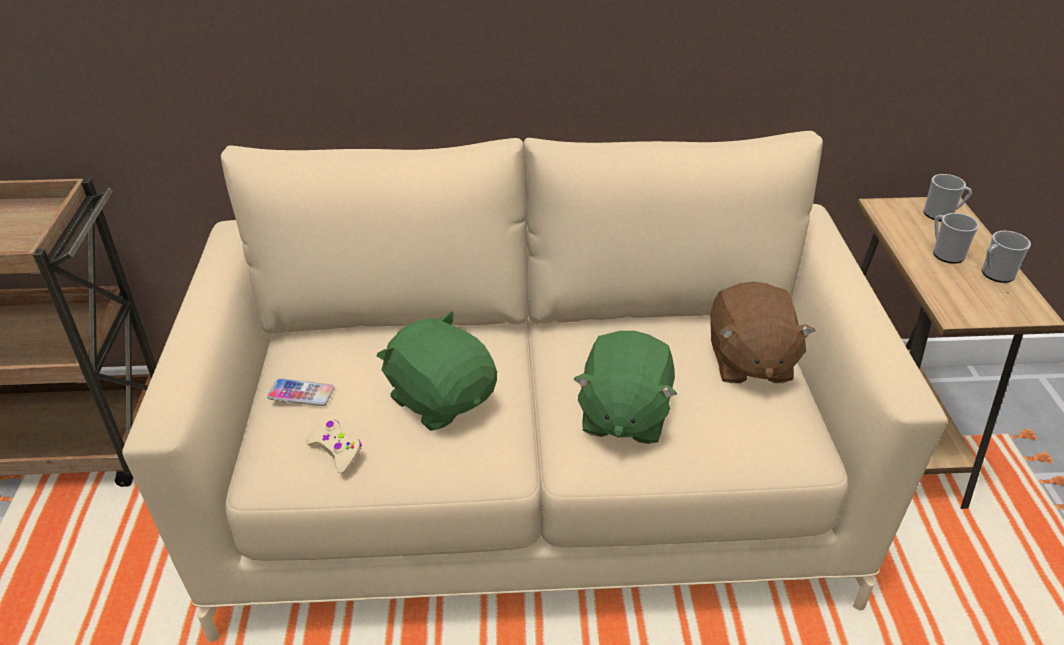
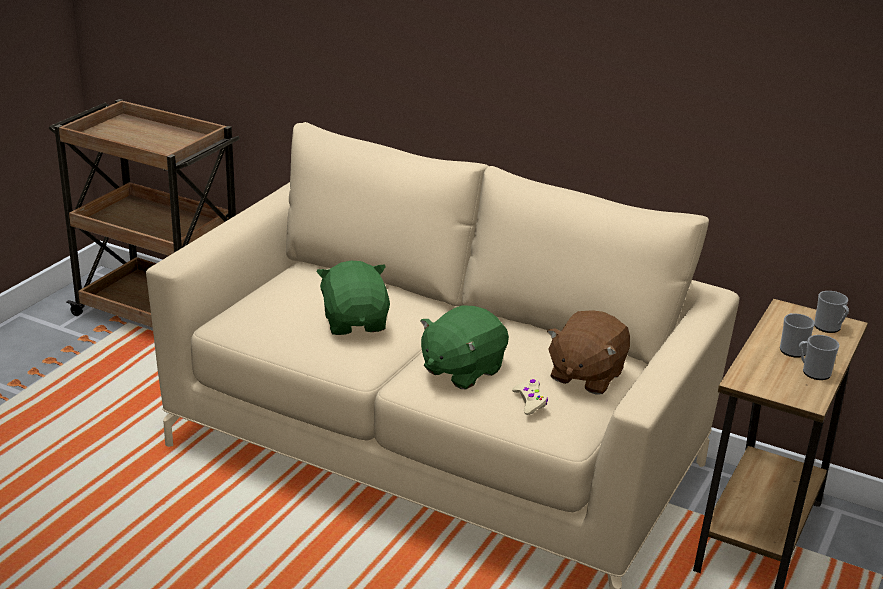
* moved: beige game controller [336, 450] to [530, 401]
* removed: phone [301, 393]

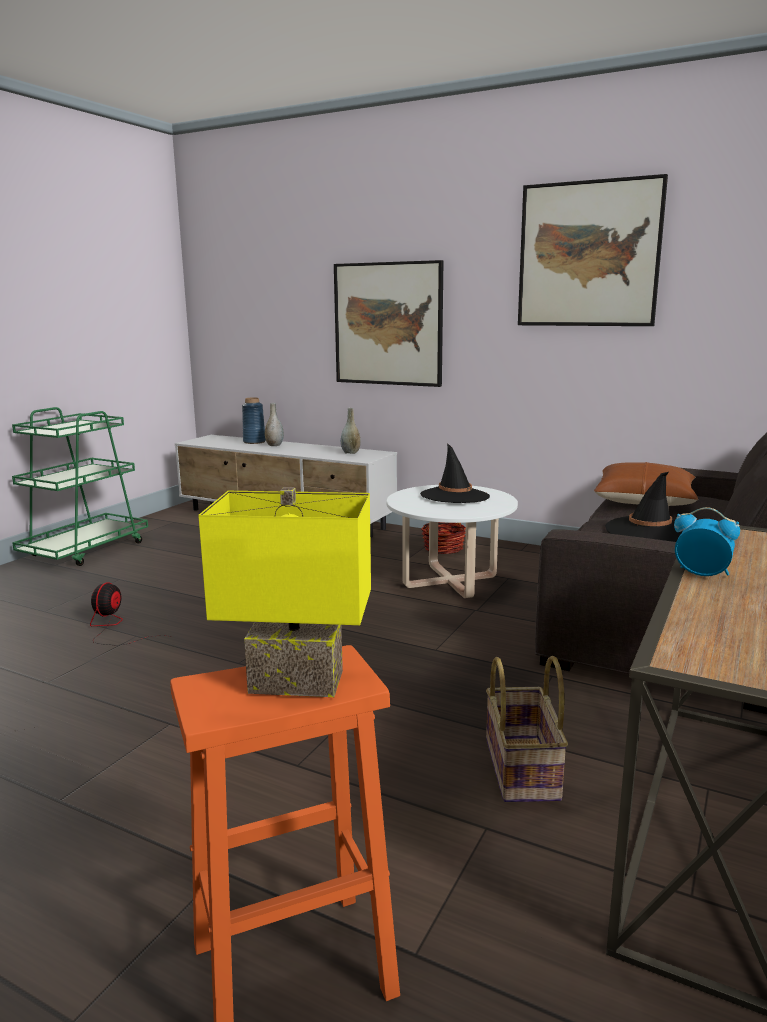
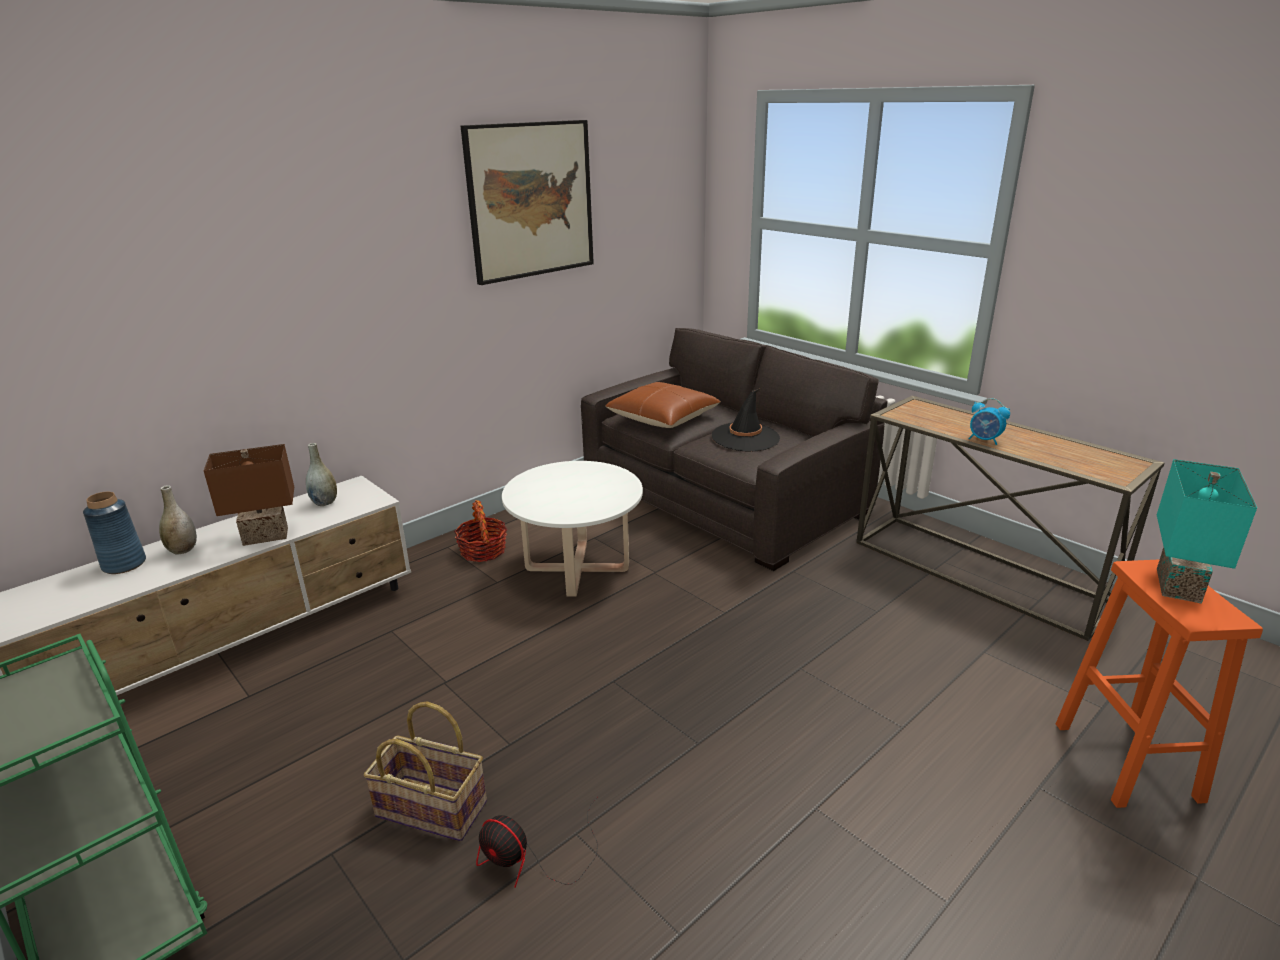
* added: brown table lamp [264, 537]
* moved: basket [523, 769] to [433, 808]
* turned: alarm clock [701, 574] = [984, 440] 105 degrees counterclockwise
* recoloured: yellow table lamp [299, 679] to turquoise table lamp [1174, 584]
* removed: picture [388, 324]
* removed: black hat [455, 496]

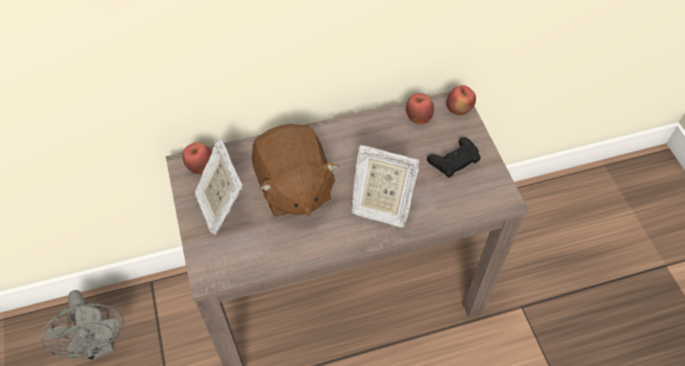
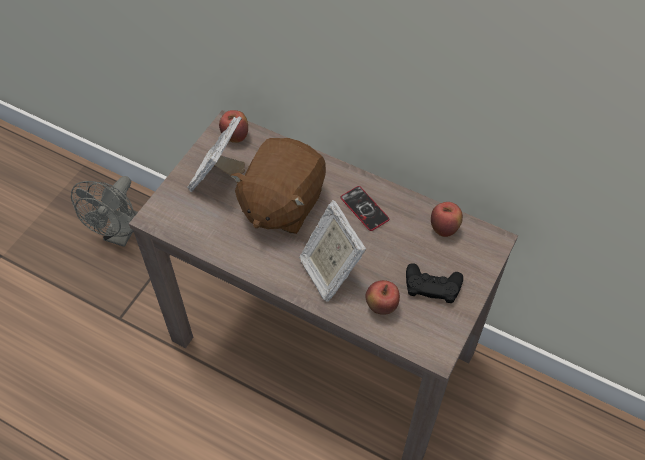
* added: phone [364, 209]
* moved: apple [458, 110] to [381, 306]

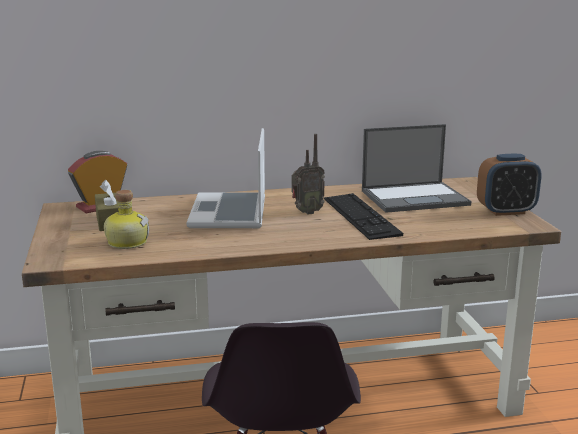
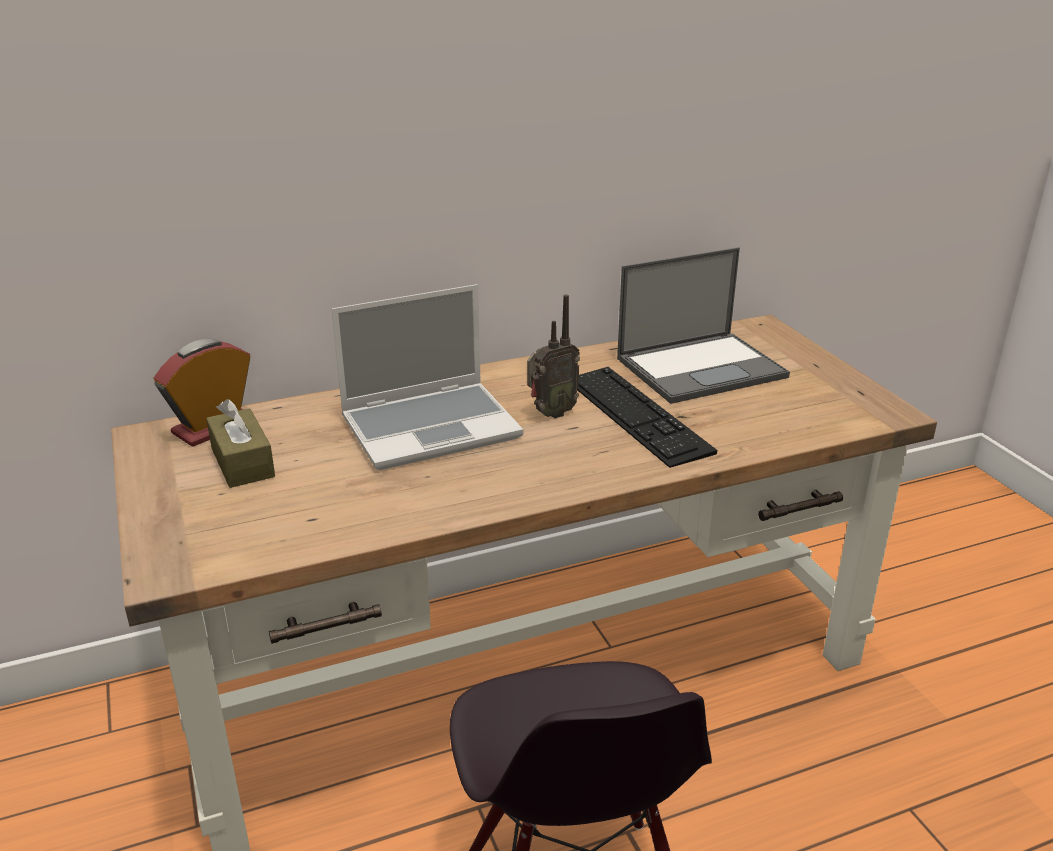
* turned: laptop [230, 213] = [432, 427] 105 degrees counterclockwise
* removed: bottle [127, 242]
* removed: alarm clock [506, 211]

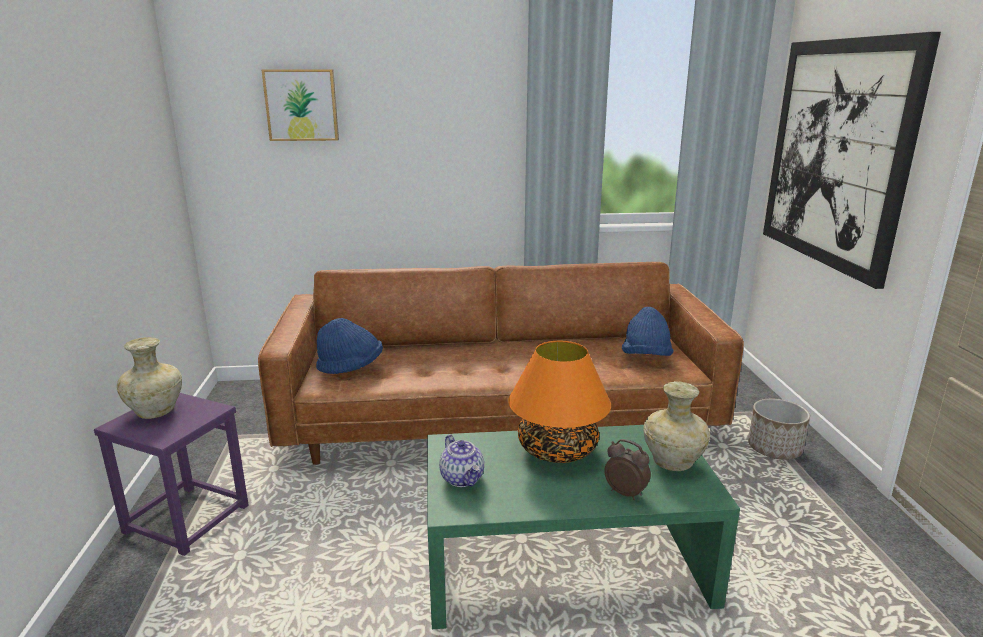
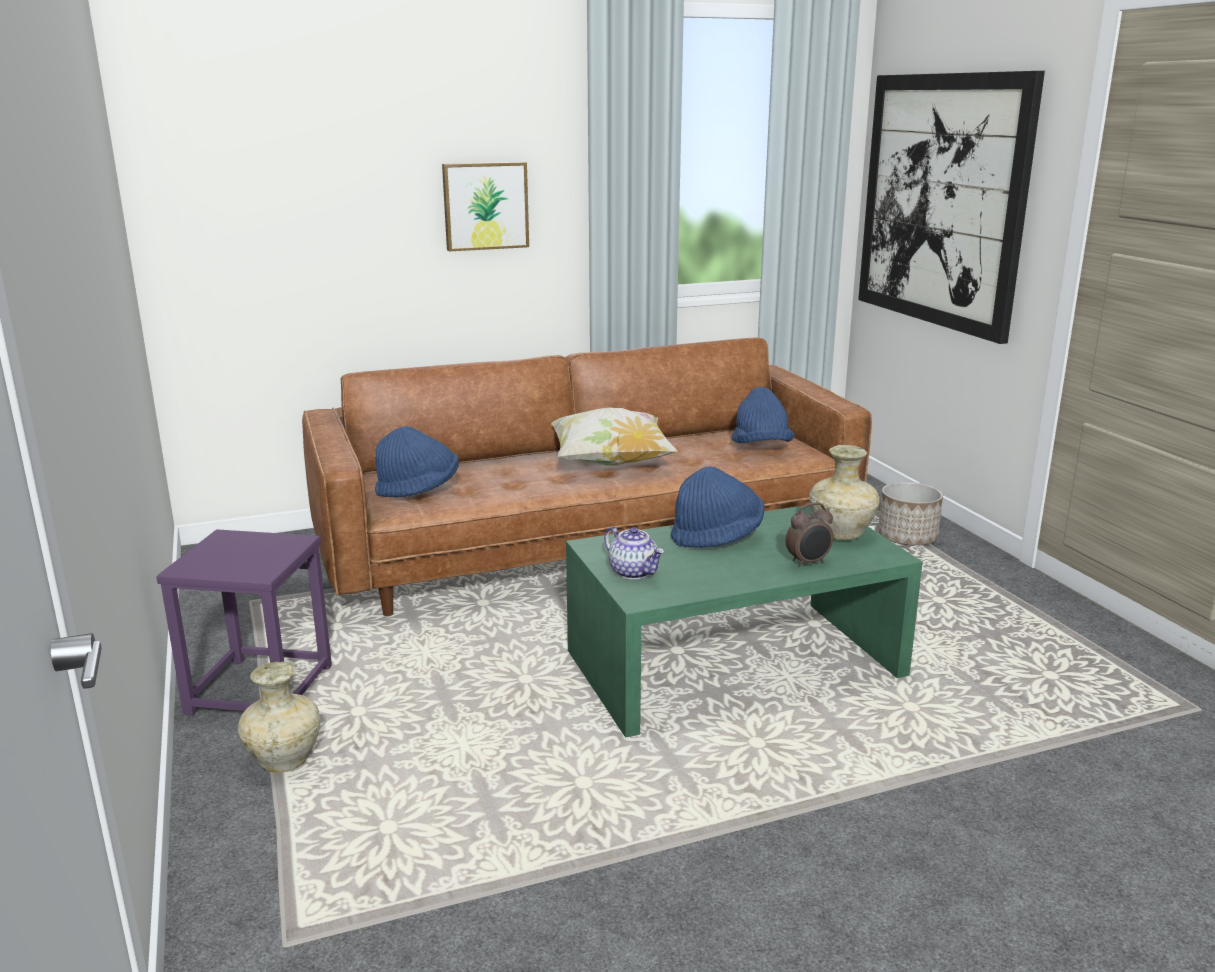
* moved: beige vase [156, 411] to [285, 760]
* moved: picture [302, 105] to [485, 206]
* added: pillow [610, 463]
* replaced: orange table lamp [556, 449] to blue hat [717, 537]
* turned: alarm clock [625, 493] = [808, 563] 135 degrees clockwise

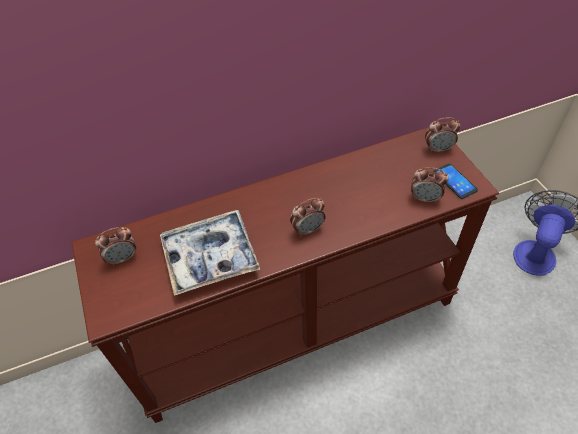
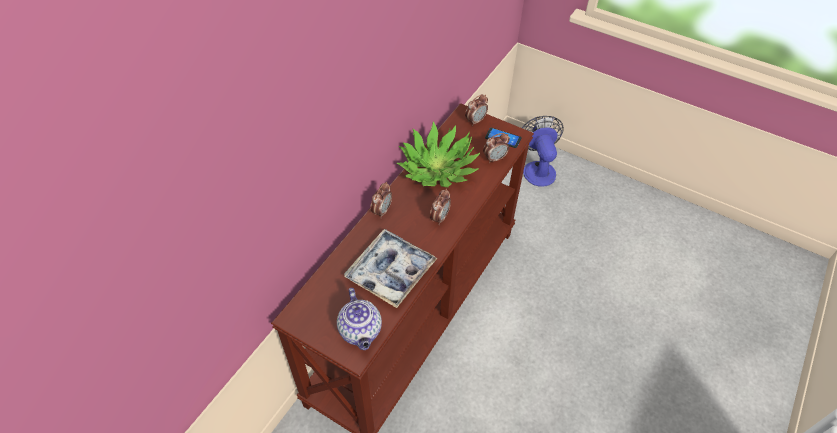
* added: teapot [361, 331]
* moved: alarm clock [123, 258] to [381, 211]
* added: potted plant [437, 168]

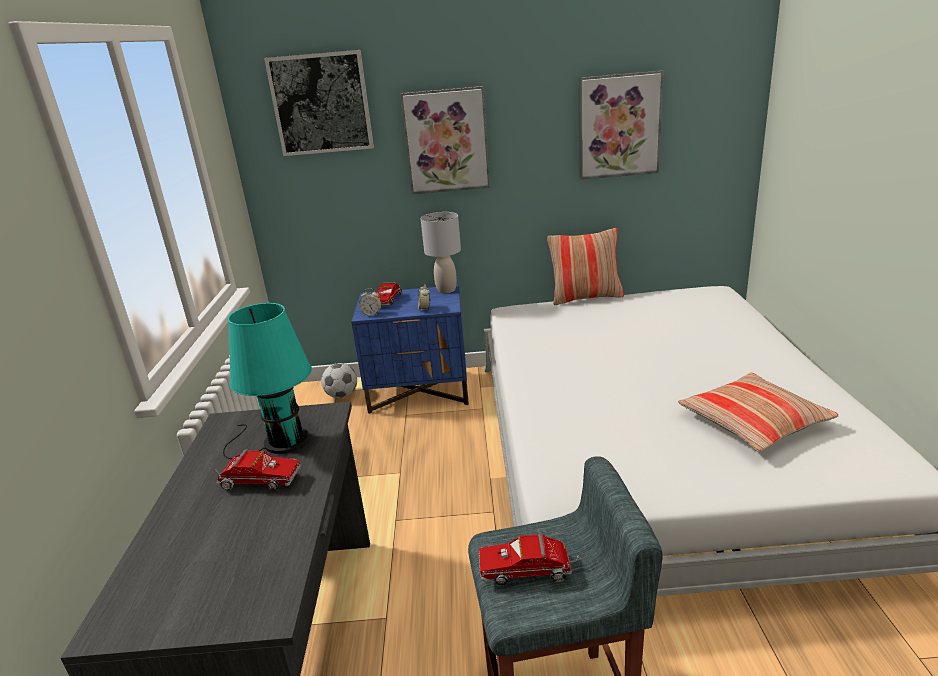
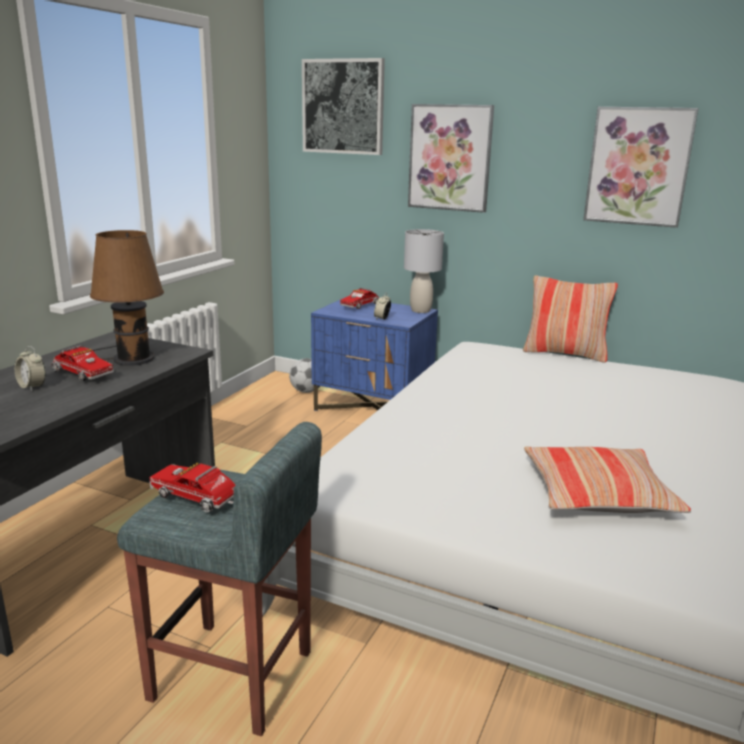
* moved: alarm clock [372, 314] to [32, 387]
* recoloured: turquoise table lamp [281, 441] to brown table lamp [130, 358]

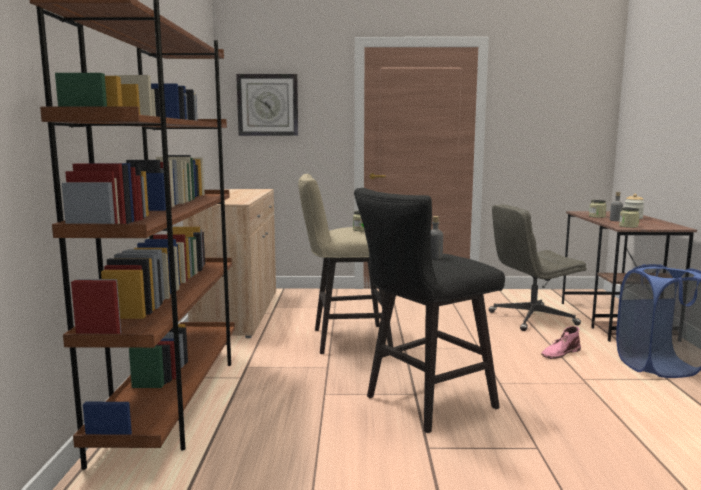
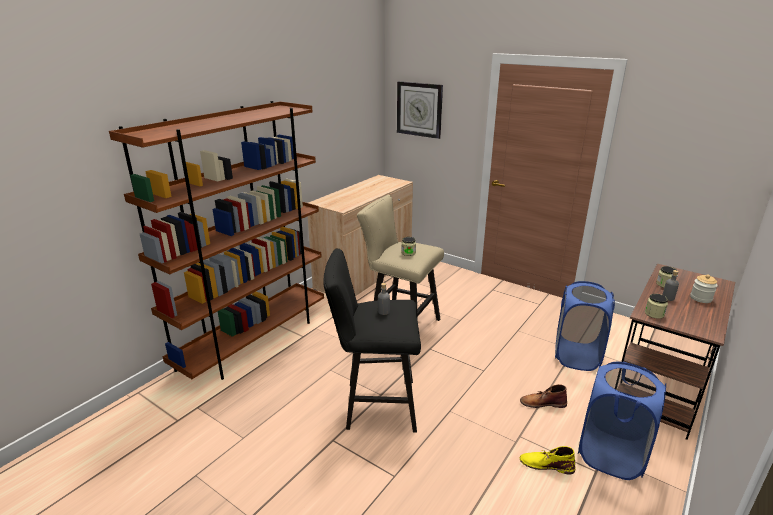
* recoloured: pink boot [560, 353] to brown boot [542, 403]
* added: yellow boot [546, 464]
* replaced: grey office chair [531, 318] to blue laundry basket [576, 356]

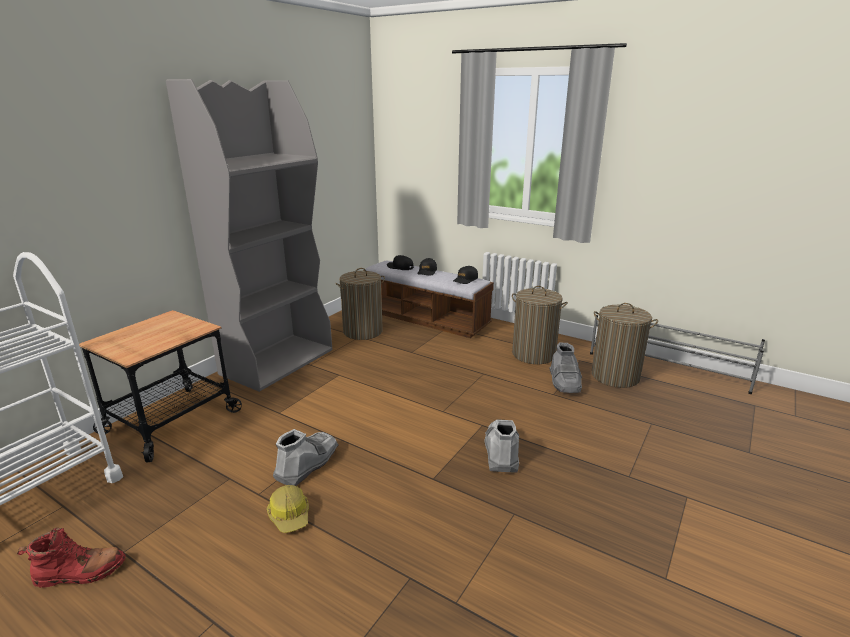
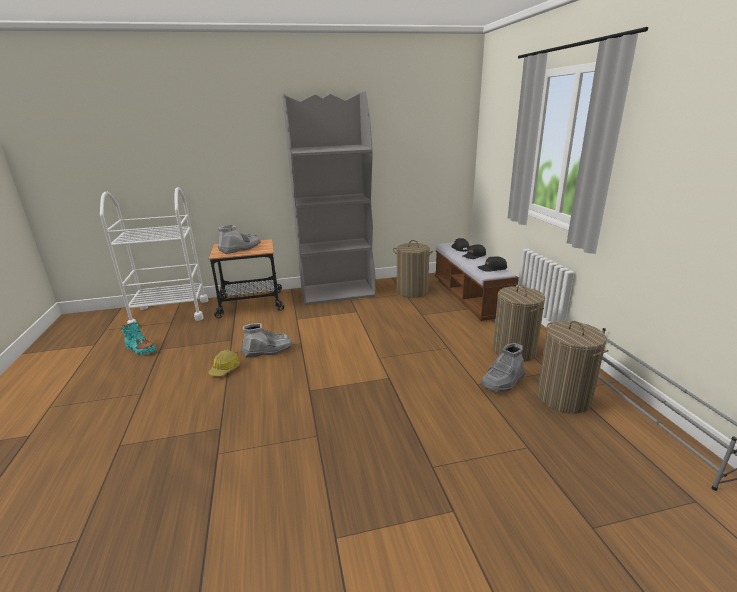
* recoloured: red boot [80, 573] to turquoise boot [141, 349]
* moved: grey boot [501, 452] to [240, 249]

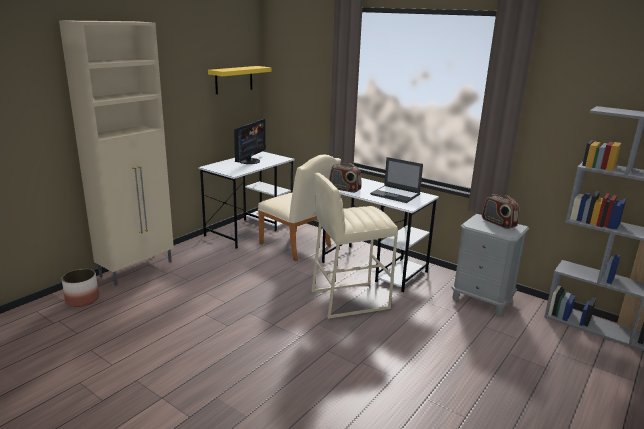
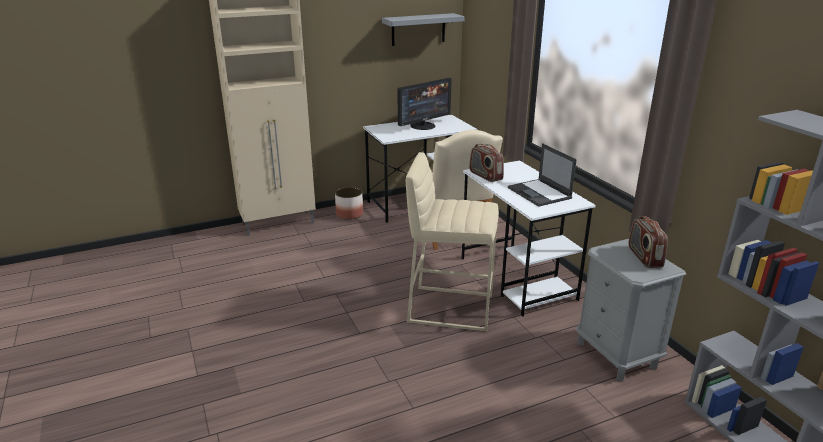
* moved: planter [82, 299] to [349, 214]
* recoloured: yellow shelf [234, 79] to grey shelf [418, 29]

